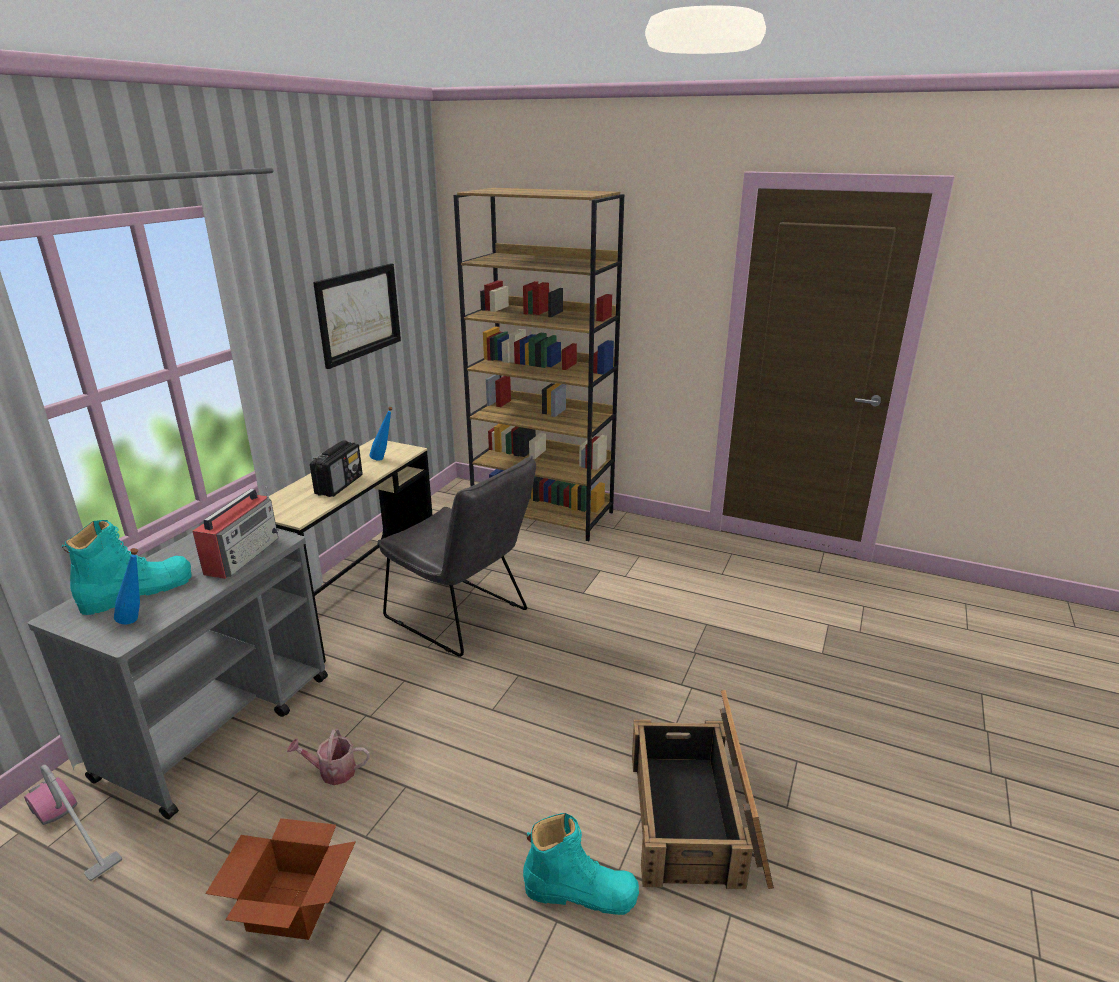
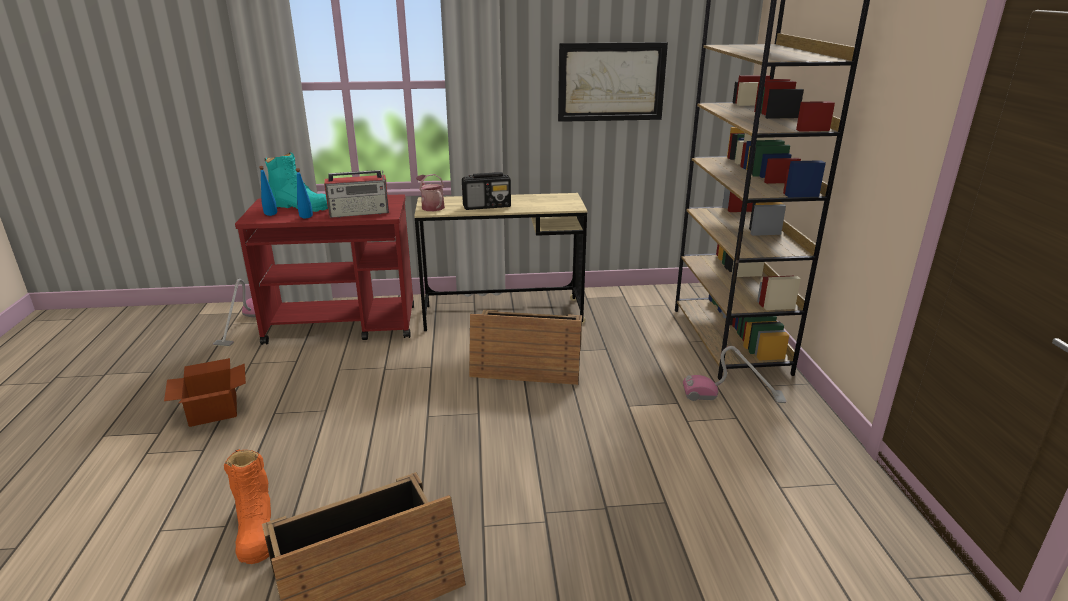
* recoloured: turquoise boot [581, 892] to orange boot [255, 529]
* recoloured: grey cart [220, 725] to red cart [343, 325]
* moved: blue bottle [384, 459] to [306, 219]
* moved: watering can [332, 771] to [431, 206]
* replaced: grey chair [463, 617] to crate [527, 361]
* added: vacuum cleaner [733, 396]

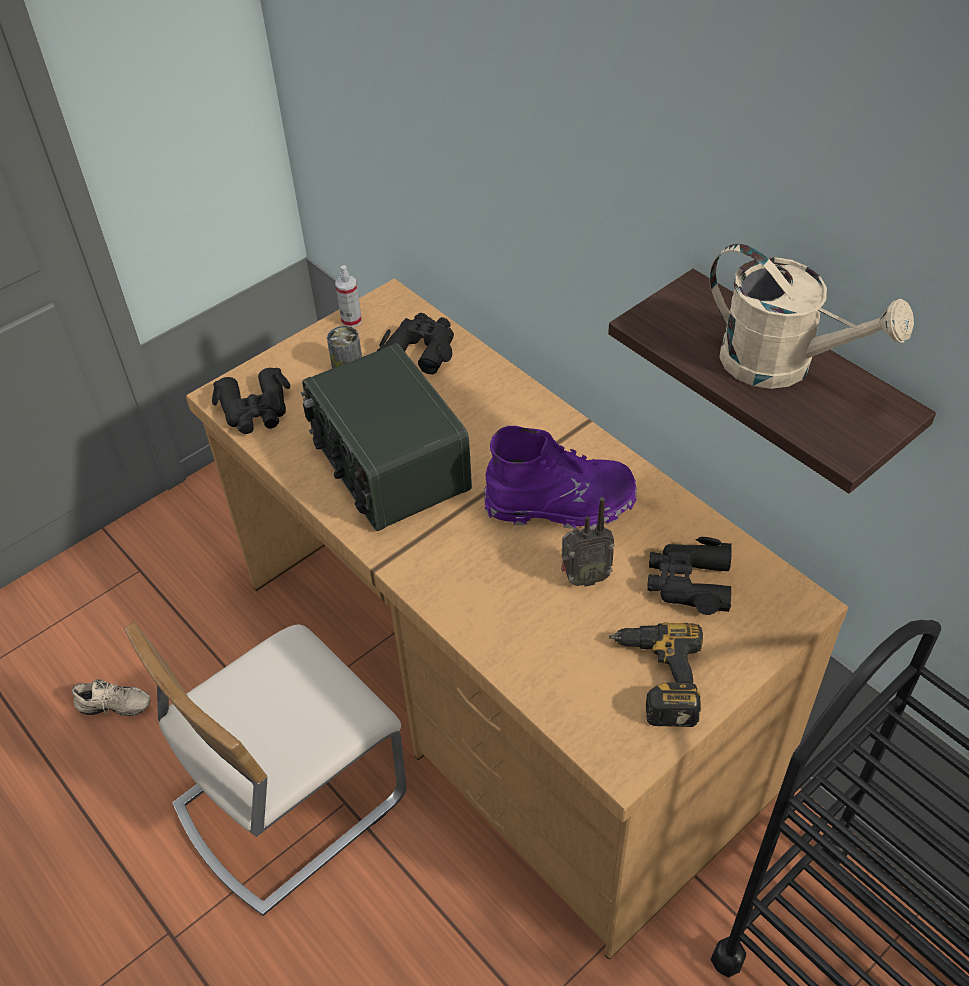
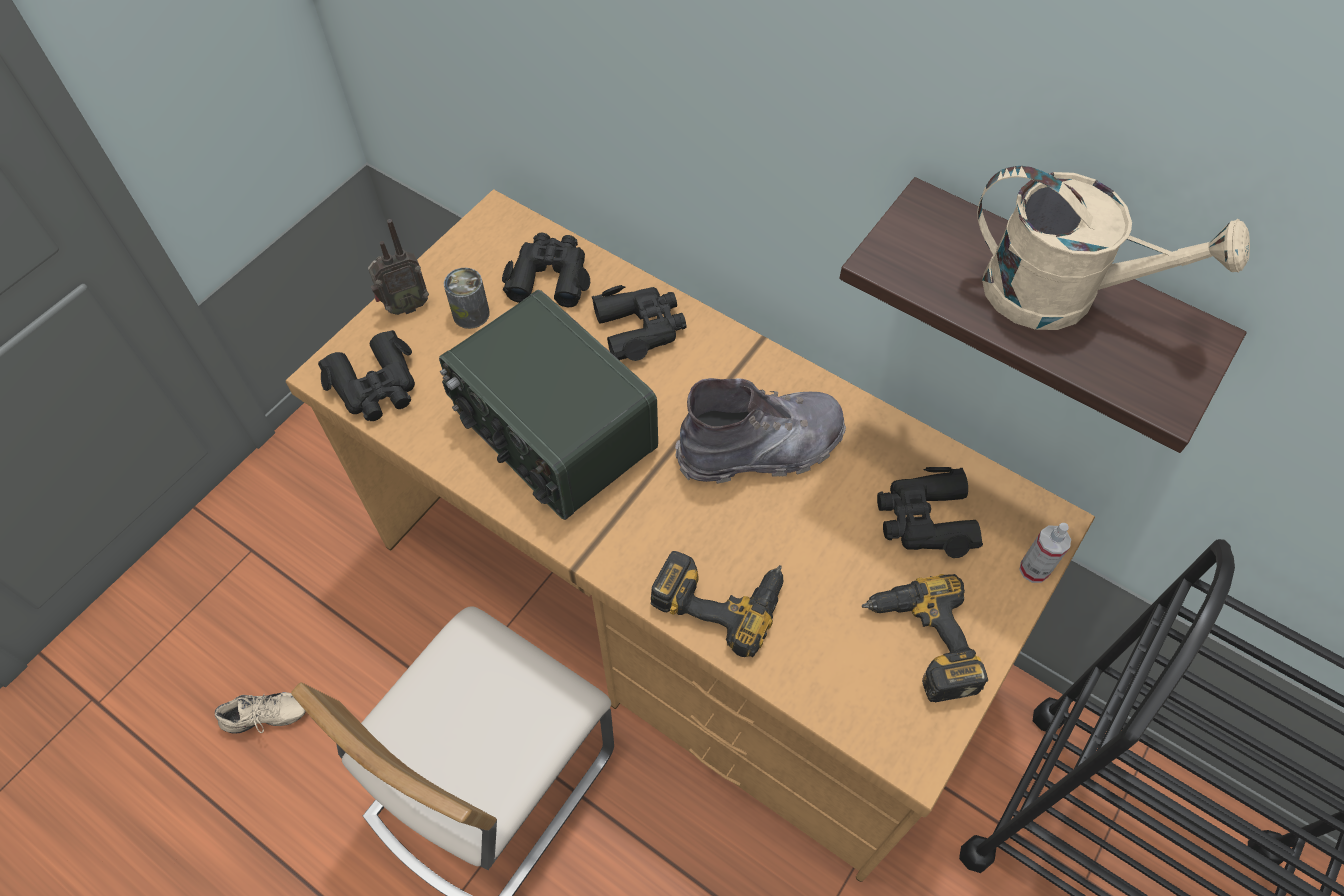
* moved: radio [584, 578] to [405, 306]
* added: black binoculars [640, 327]
* added: power drill [720, 596]
* recoloured: purple boot [561, 505] to grey boot [761, 448]
* moved: spray bottle [351, 320] to [1034, 569]

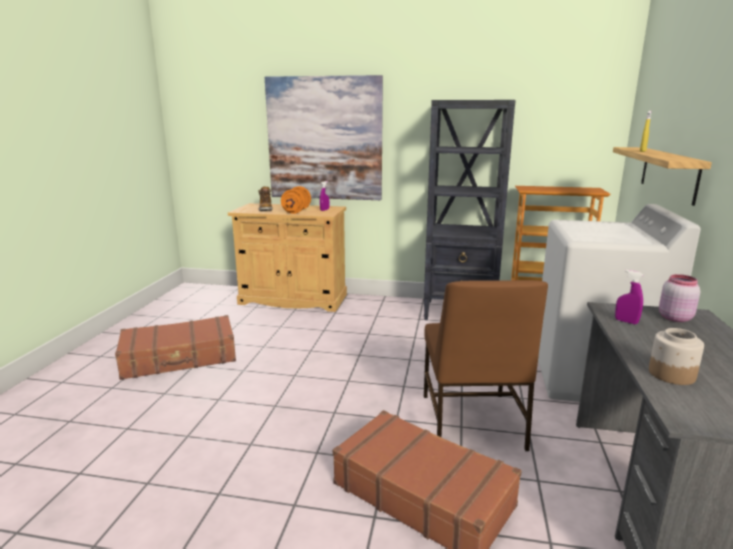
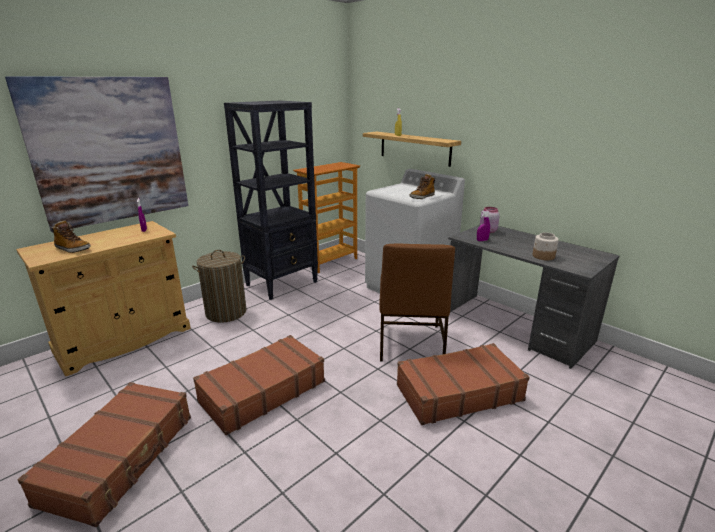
* added: laundry basket [226, 312]
* added: brown suitcase [262, 391]
* turned: brown chair [471, 422] = [409, 343] 60 degrees clockwise
* added: boot [422, 197]
* removed: orange dumbbell [296, 211]

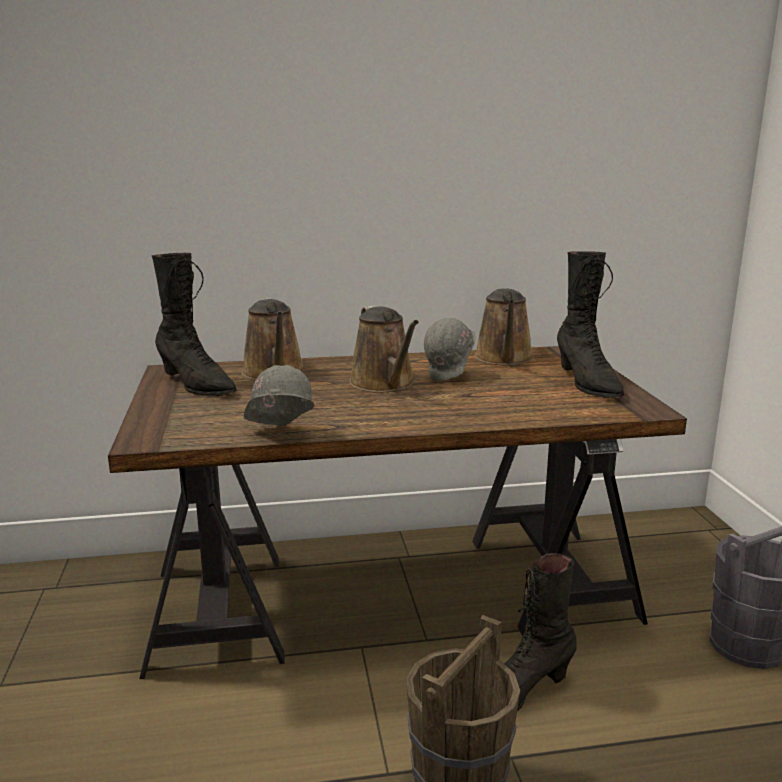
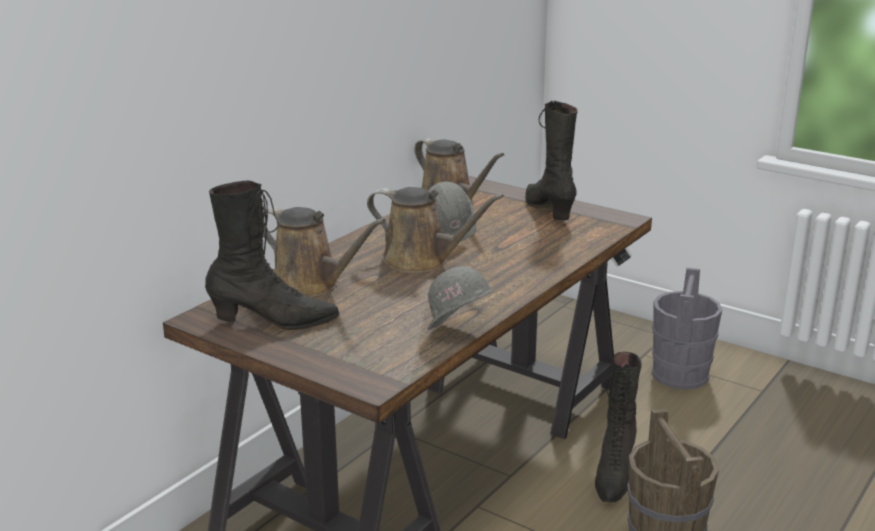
* turned: black boot [587, 384] = [548, 210] 135 degrees counterclockwise

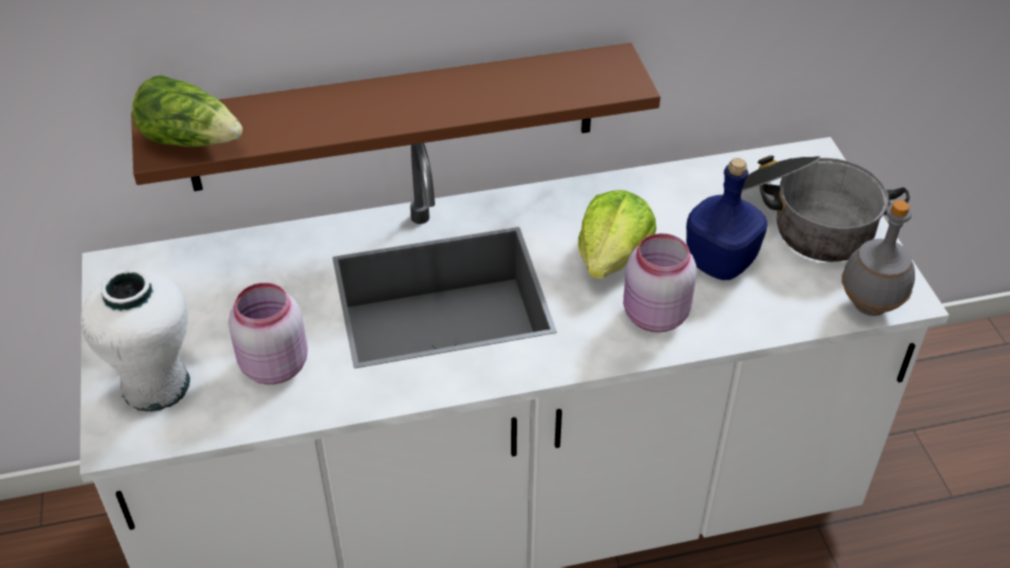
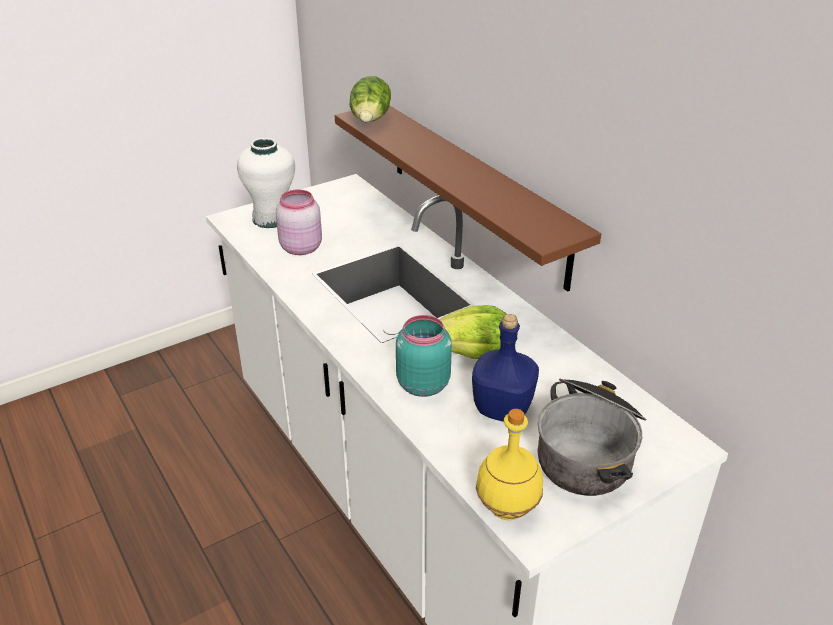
* recoloured: pink jar [653, 316] to turquoise jar [422, 384]
* recoloured: grey bottle [869, 306] to yellow bottle [506, 509]

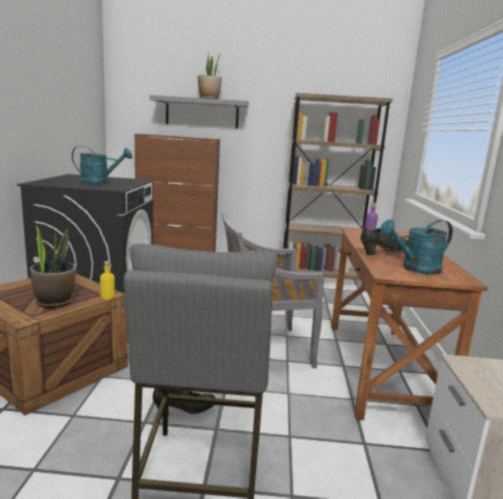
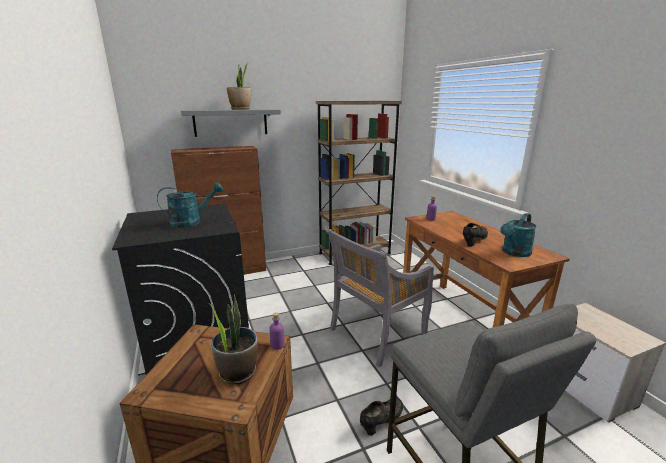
* recoloured: yellow bottle [107, 296] to purple bottle [277, 345]

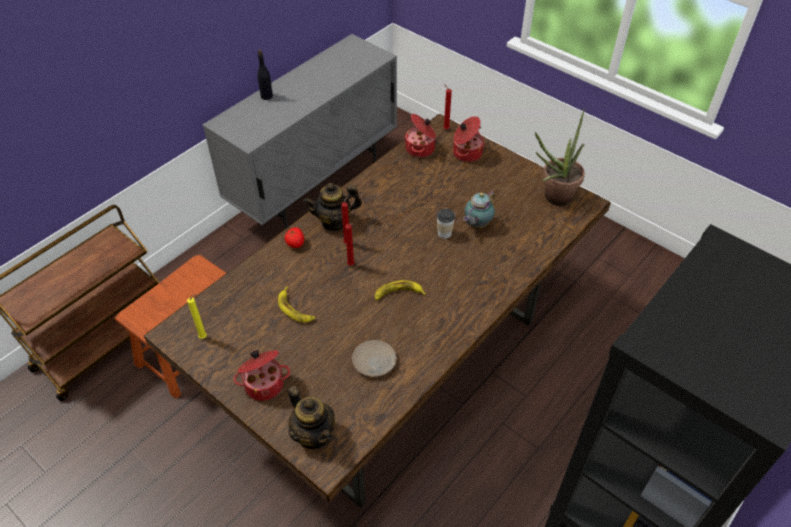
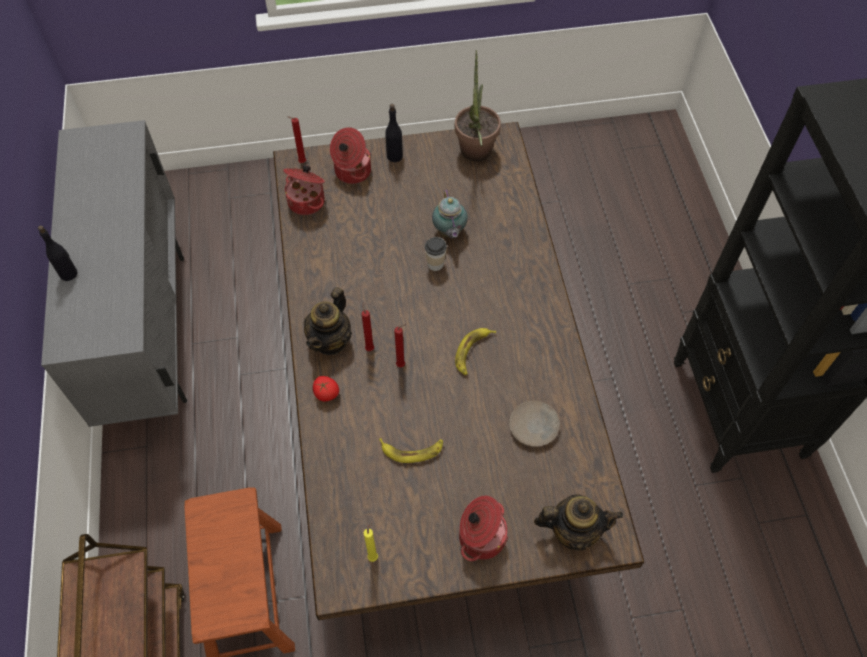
* added: black bottle [395, 156]

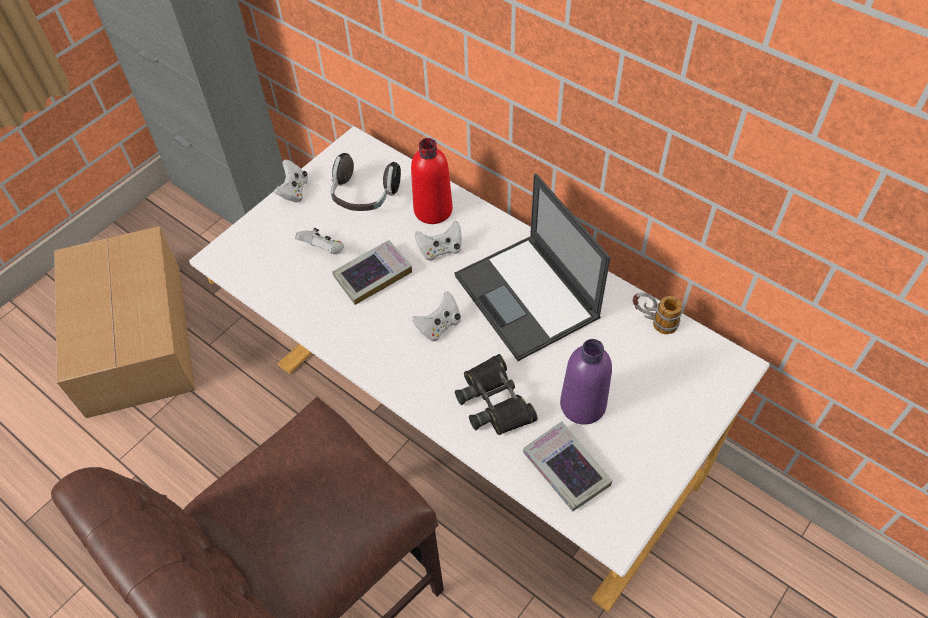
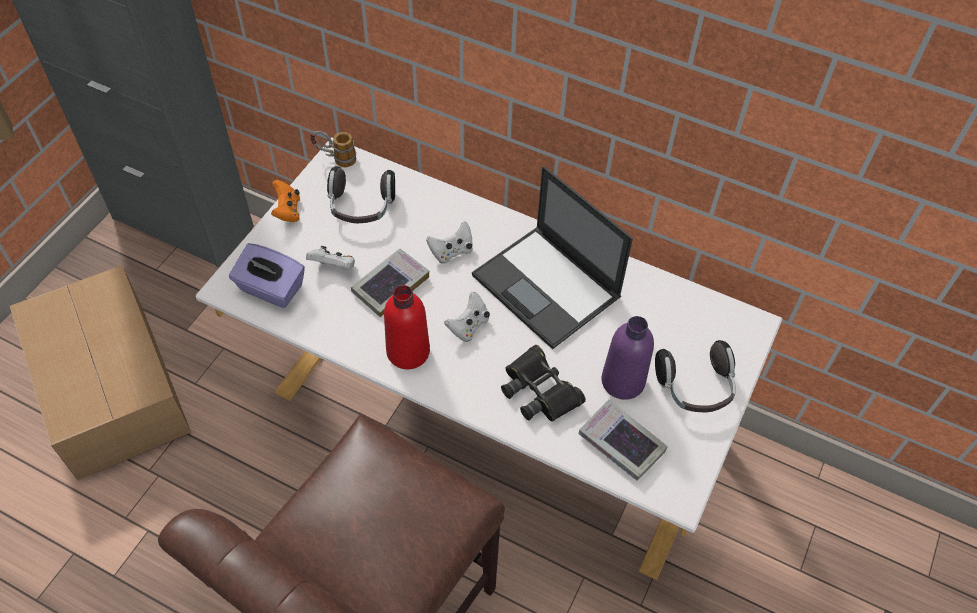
* added: purple tissue box [271, 289]
* recoloured: white game controller [294, 191] to orange game controller [288, 211]
* moved: mug [653, 322] to [335, 159]
* moved: red bottle [433, 210] to [408, 352]
* added: headphones [695, 388]

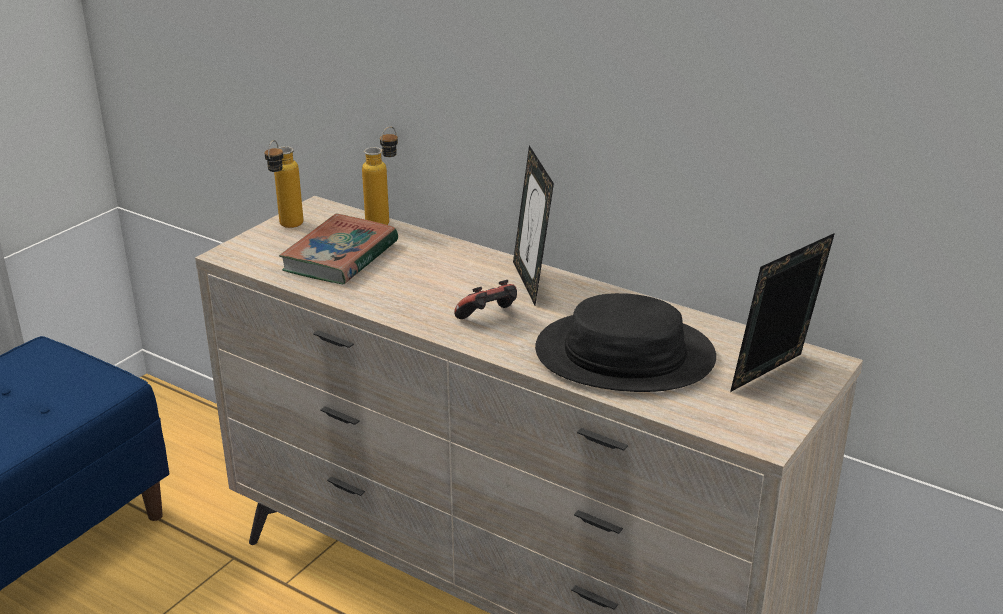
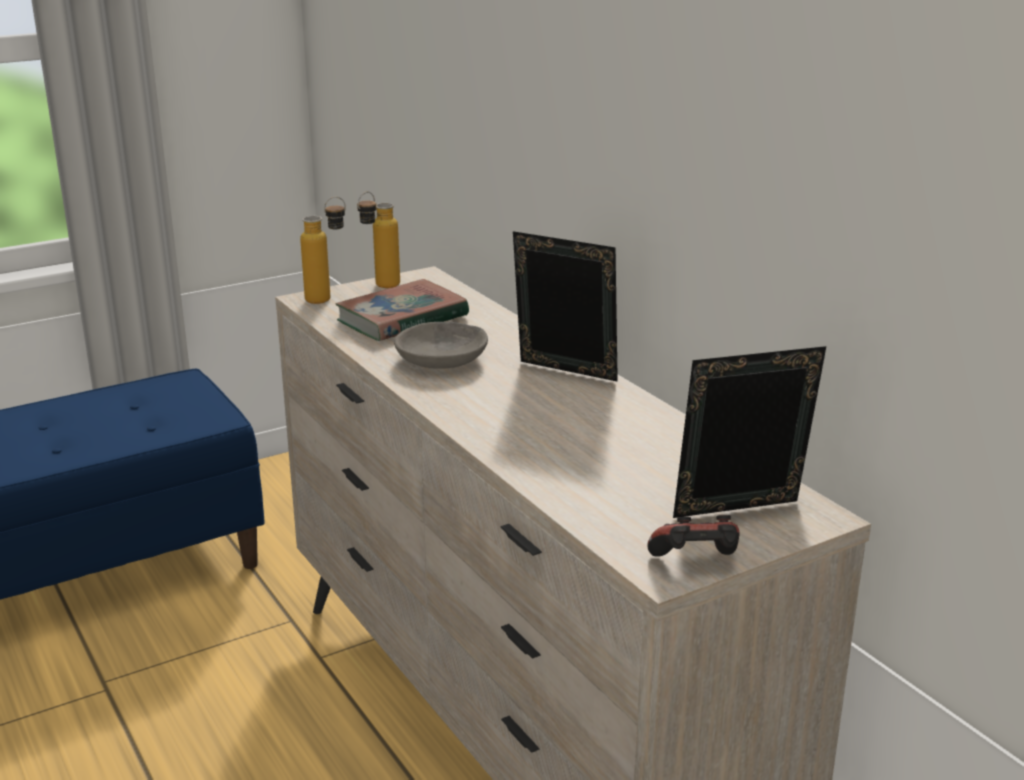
* moved: bottle [384, 221] to [328, 298]
* added: grey bowl [443, 358]
* turned: picture frame [531, 282] = [564, 374] 105 degrees clockwise
* moved: game controller [489, 318] to [695, 564]
* removed: black hat [624, 356]

